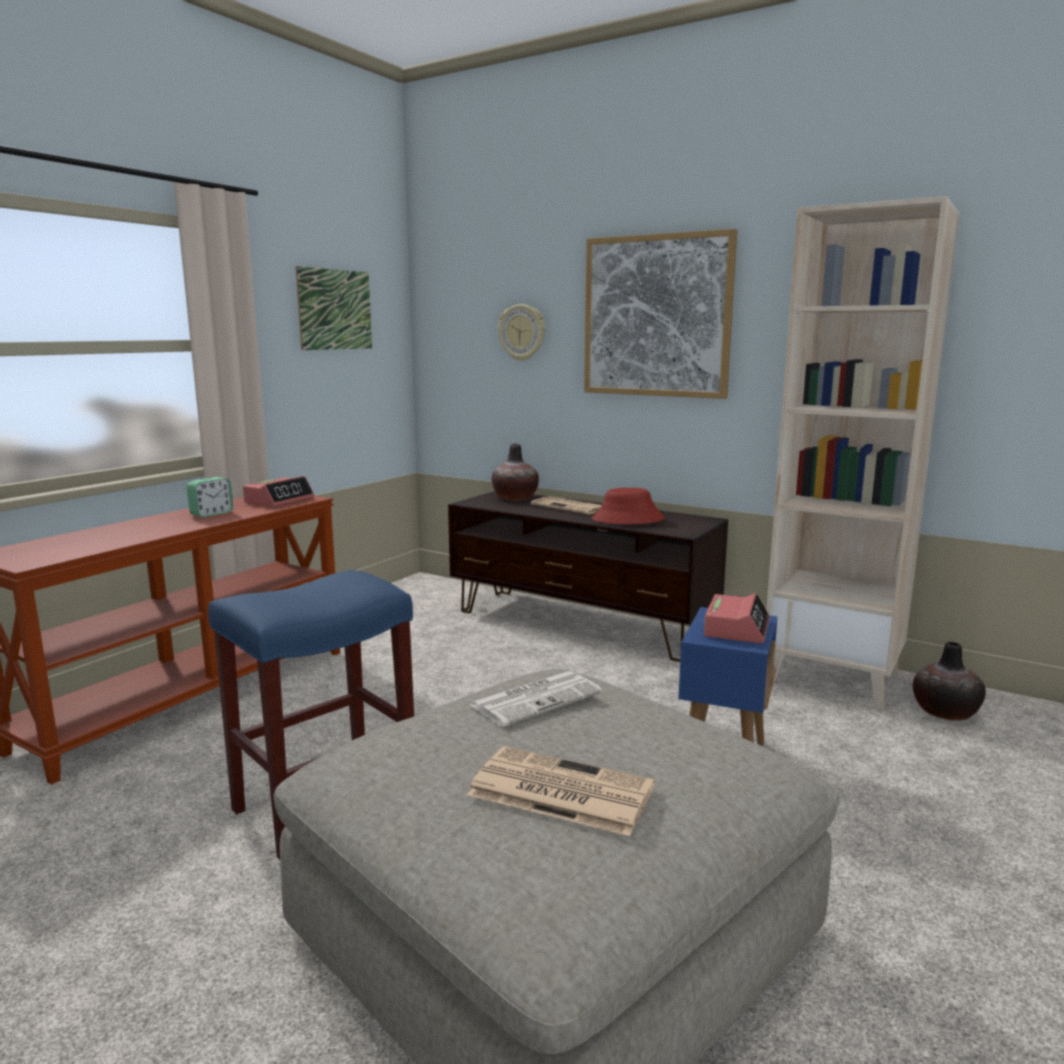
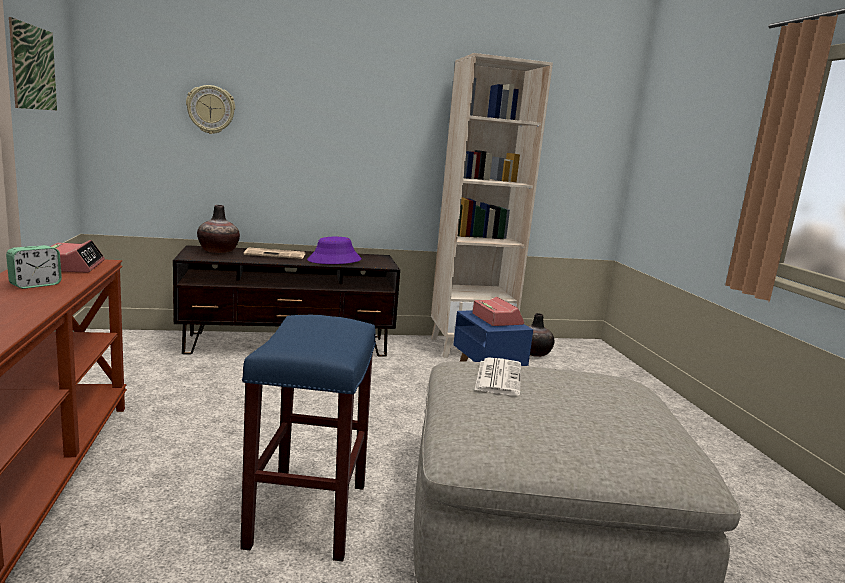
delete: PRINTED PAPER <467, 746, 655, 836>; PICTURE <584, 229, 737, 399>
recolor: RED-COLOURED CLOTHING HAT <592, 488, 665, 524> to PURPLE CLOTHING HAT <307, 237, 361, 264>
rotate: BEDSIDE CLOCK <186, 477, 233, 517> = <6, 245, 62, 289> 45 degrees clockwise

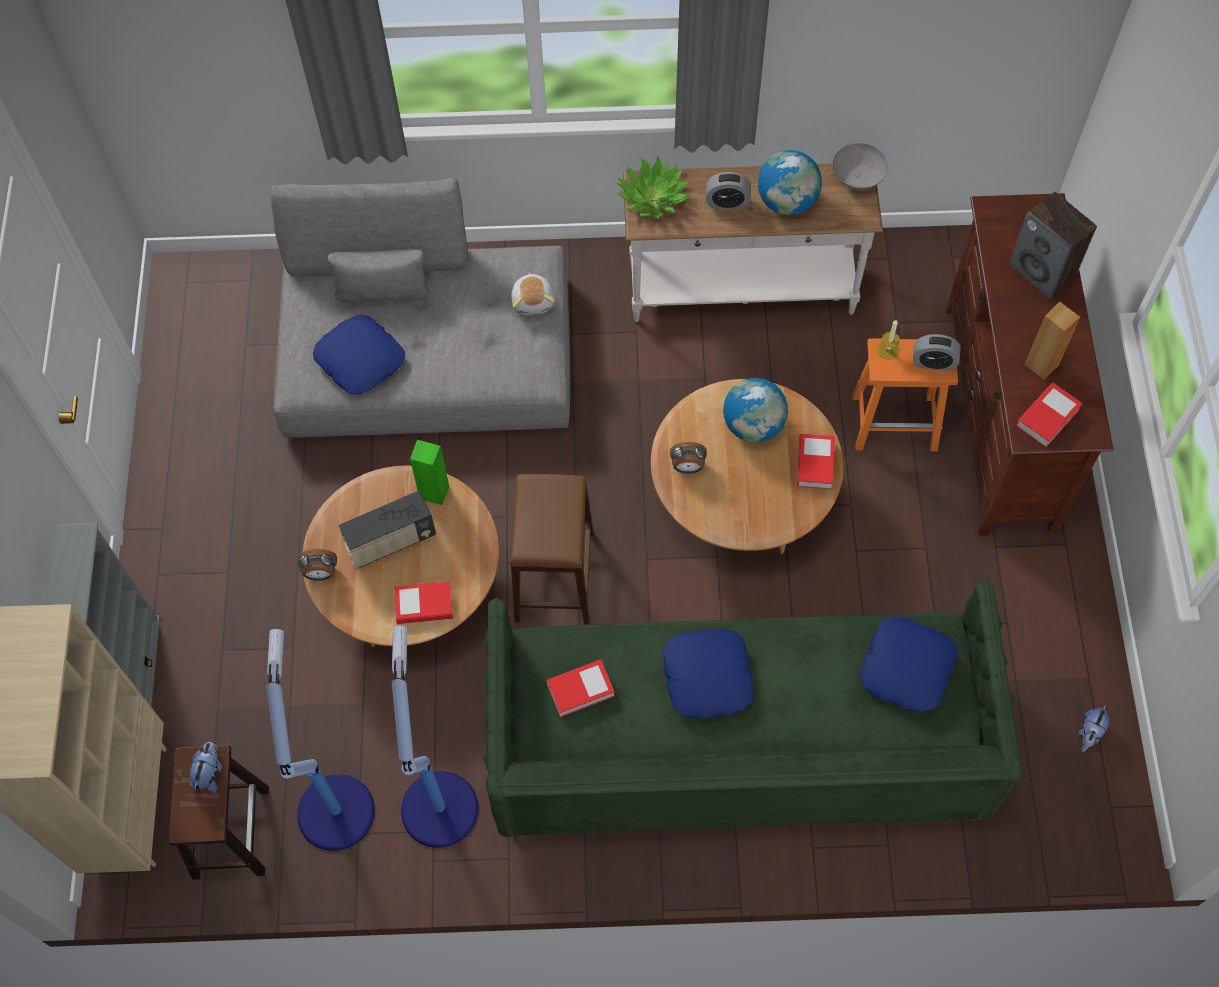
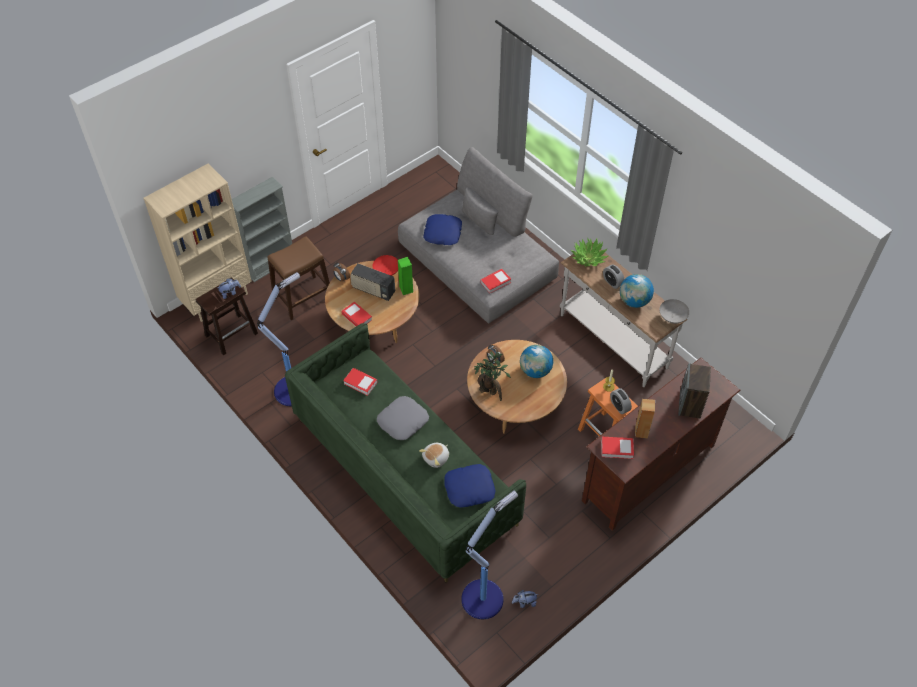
insert: RED-COLOURED BOWL <372, 255, 398, 276>; HOUSEPLANT <474, 351, 511, 401>
move: BROWN SITTING STOOL <510, 474, 594, 625> to <267, 236, 330, 320>; CUDDLY TOY <511, 273, 555, 315> to <419, 443, 449, 468>; FLOOR LAMP <266, 629, 375, 851> to <461, 491, 518, 619>; VOLUME <797, 434, 835, 489> to <480, 269, 511, 293>
recolor: BLUE-COLOURED THROW PILLOW <663, 628, 755, 719> to GREY THROW PILLOW <377, 396, 429, 440>

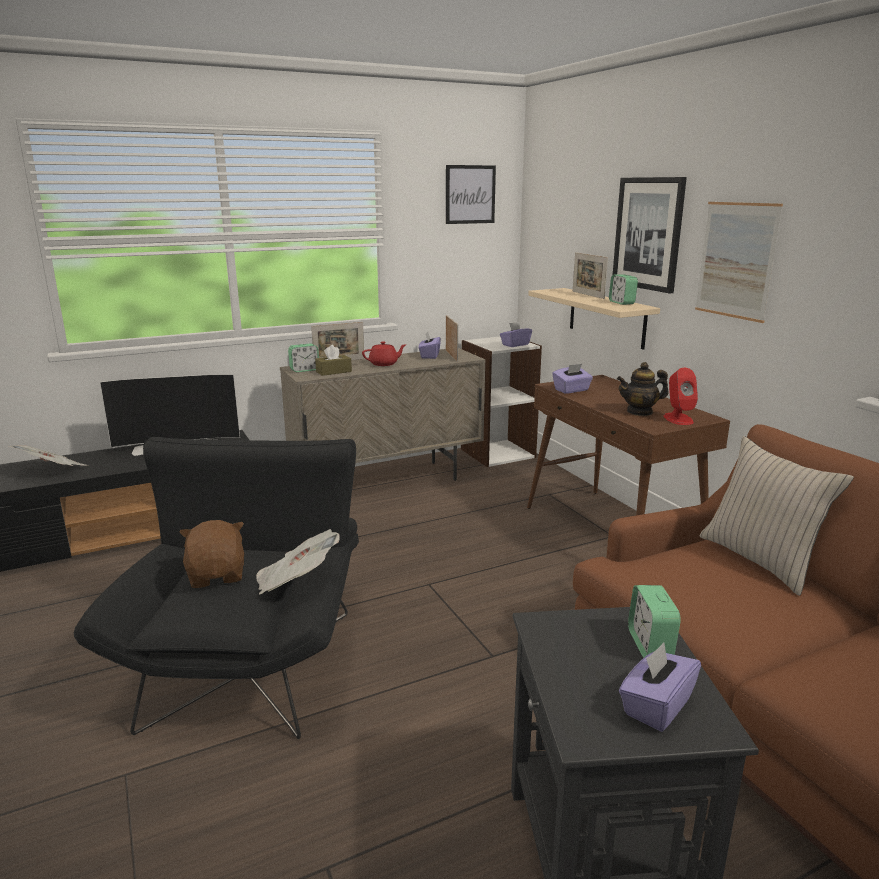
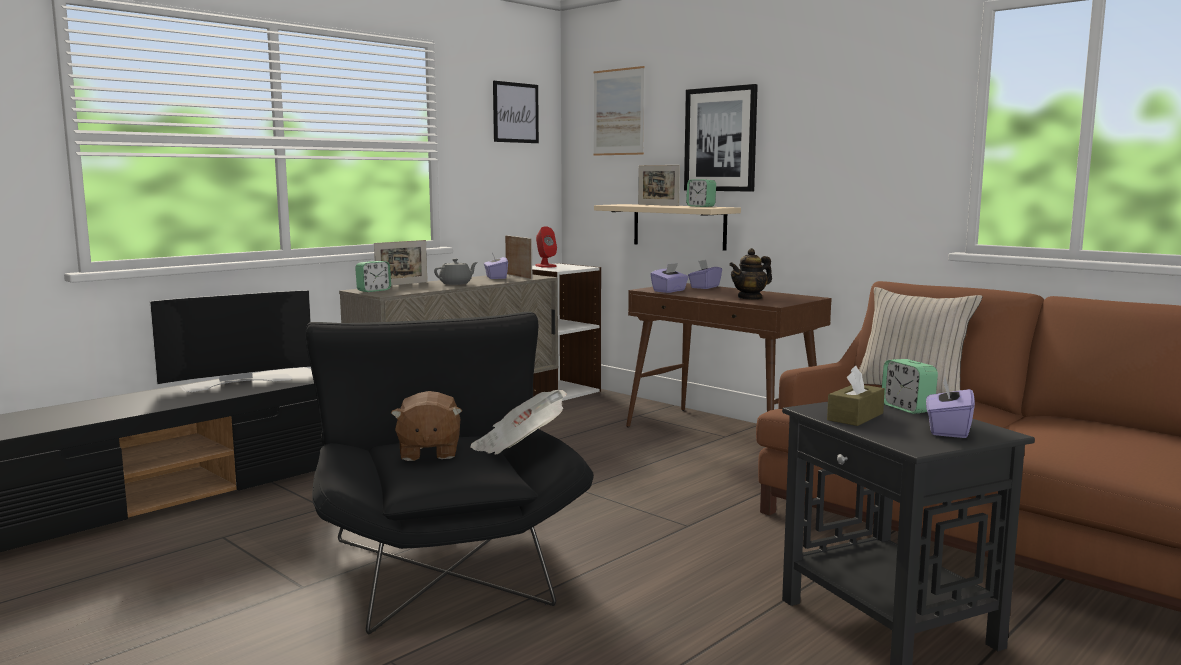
delete: PRINTED PAPER <9, 445, 87, 466>
move: RED-COLOURED AUDIO SPEAKER <664, 368, 698, 425> to <535, 226, 557, 268>; PICTURE <695, 202, 783, 323> to <593, 66, 645, 156>; PURPLE BOX OF TISSUES <500, 322, 532, 347> to <688, 260, 722, 289>; BROWN BOX OF TISSUES <315, 345, 352, 376> to <827, 366, 885, 426>
recolor: RED-COLOURED TEAPOT <362, 341, 407, 366> to GREY TEAPOT <434, 259, 478, 285>
rotate: BROWN CUDDLY TOY <180, 520, 244, 588> = <391, 391, 462, 461> 150 degrees counterclockwise

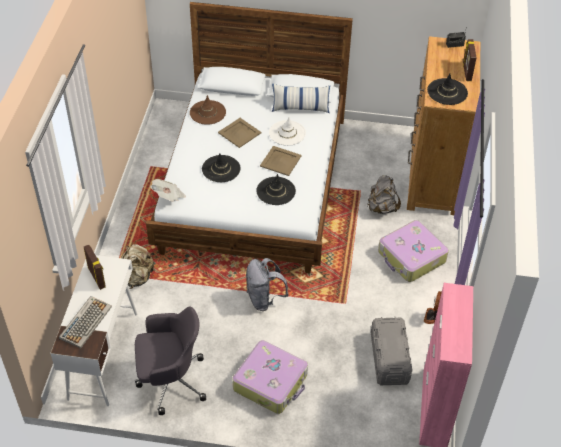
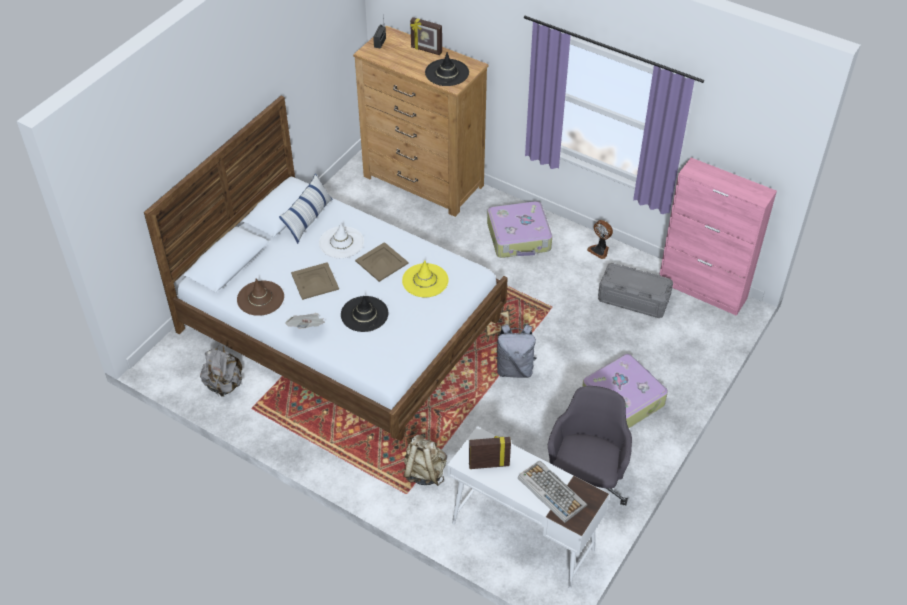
move: GREY KNAPSACK <367, 175, 401, 214> to <200, 345, 242, 397>; PRINTED PAPER <150, 179, 186, 202> to <285, 313, 325, 329>
recolor: BLACK-COLOURED CLOTHING HAT <256, 174, 296, 205> to YELLOWISH CLOTHING HAT <402, 260, 449, 297>

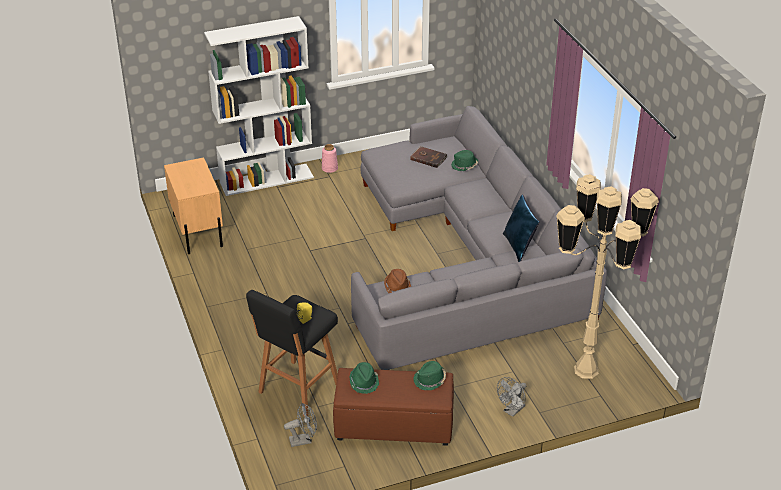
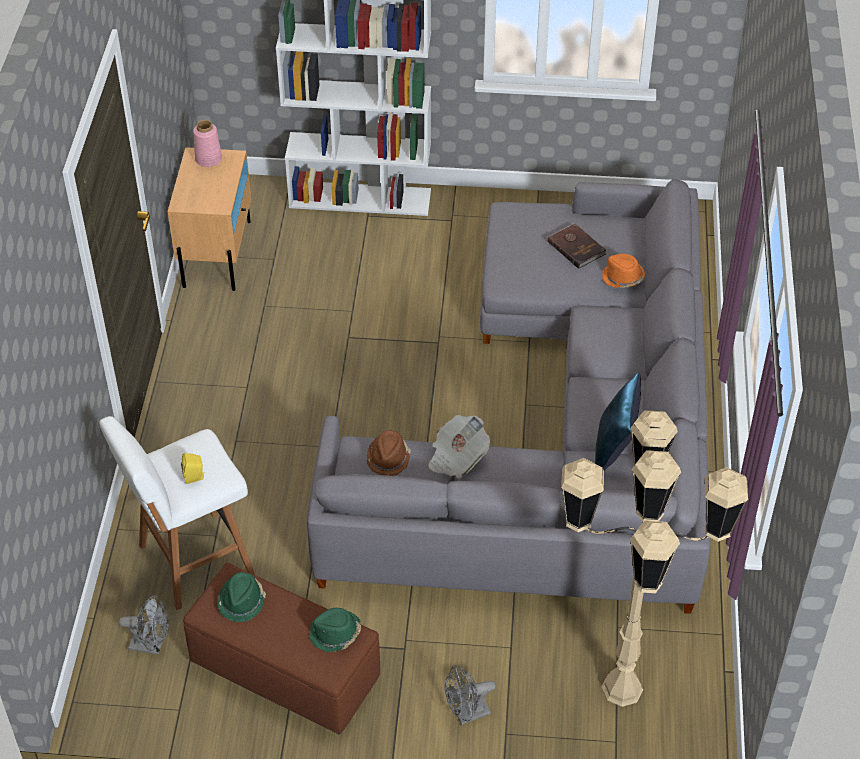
insert: PRINTED PAPER <428, 415, 490, 479>
move: PINK-COLOURED DECORATIVE VASE <322, 144, 338, 173> to <193, 120, 222, 167>
recolor: BLACK-COLOURED SITTING STOOL <246, 290, 338, 417> to WHITE SITTING STOOL <99, 416, 255, 610>; GREENISH CLOTHING HAT <451, 150, 478, 171> to ORANGE-COLOURED CLOTHING HAT <602, 254, 646, 288>

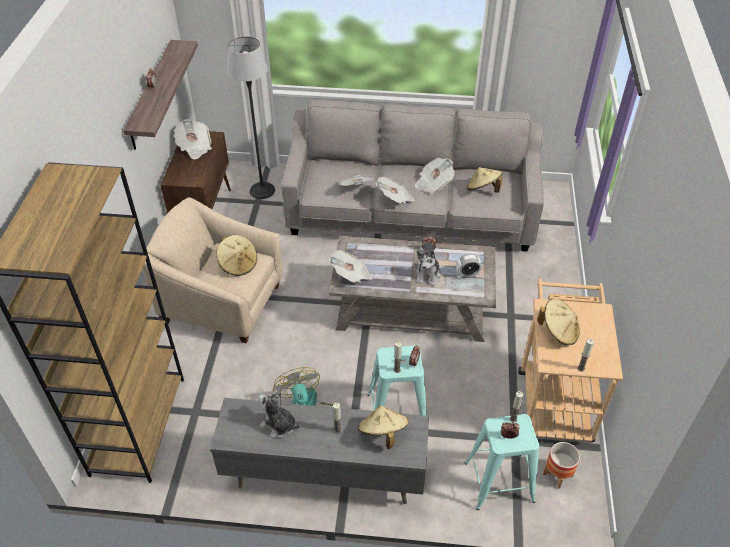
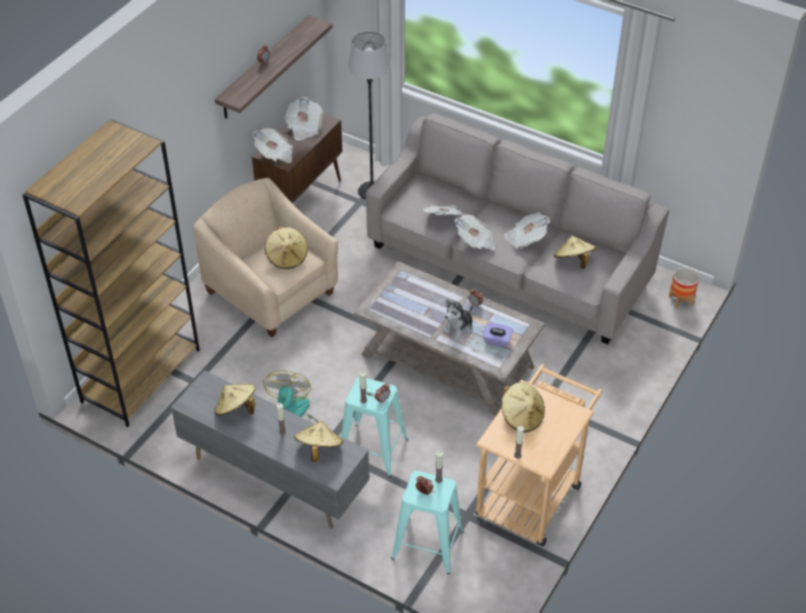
move: PRINTED PAPER <328, 250, 373, 282> to <253, 128, 293, 163>; FLOWER POT <543, 442, 580, 489> to <669, 267, 699, 309>
replace: CUDDLY TOY <258, 388, 300, 438> to SAND-COLOURED CLOTHING HAT <214, 384, 255, 416>; BEDSIDE CLOCK <456, 254, 482, 279> to PURPLE BOX OF TISSUES <483, 323, 513, 347>

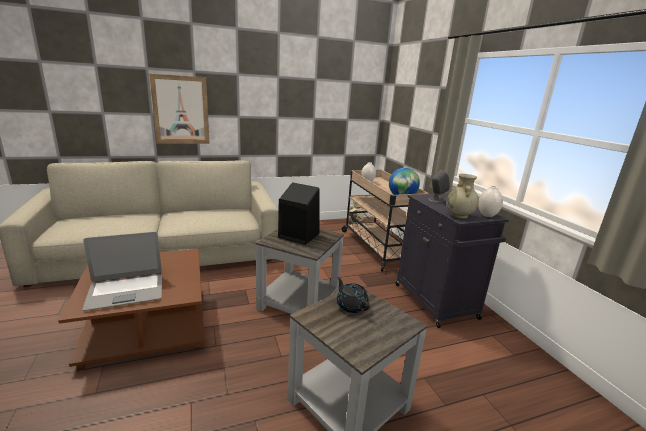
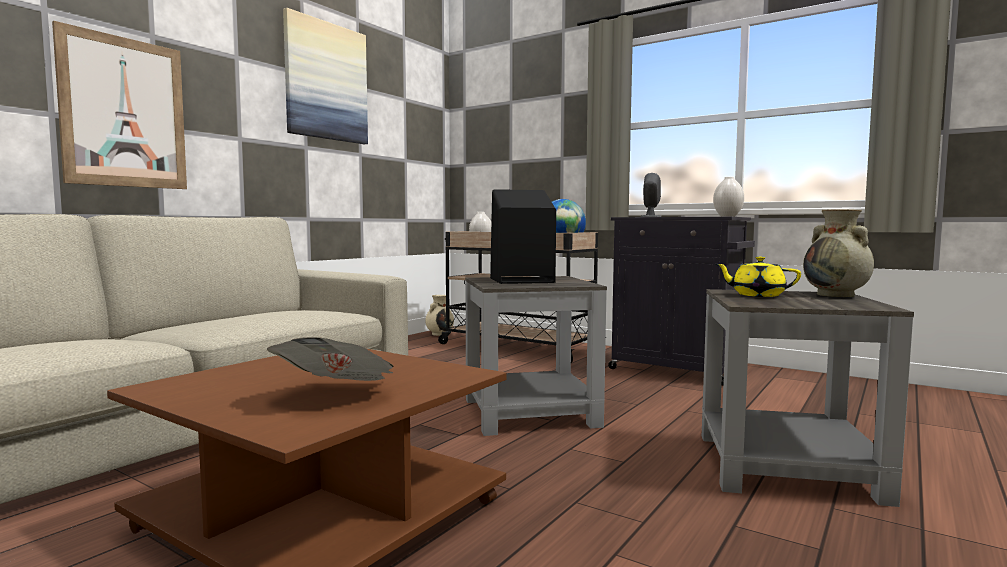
insert: PICTURE <283, 8, 368, 144>
move: SAND-COLOURED DECORATIVE VASE <446, 174, 479, 219> to <803, 209, 874, 297>
replace: PORTABLE COMPUTER <83, 232, 162, 311> to PRINTED PAPER <267, 337, 393, 381>
recolor: BLACK-COLOURED TEAPOT <337, 277, 370, 313> to YELLOWISH TEAPOT <716, 256, 801, 297>

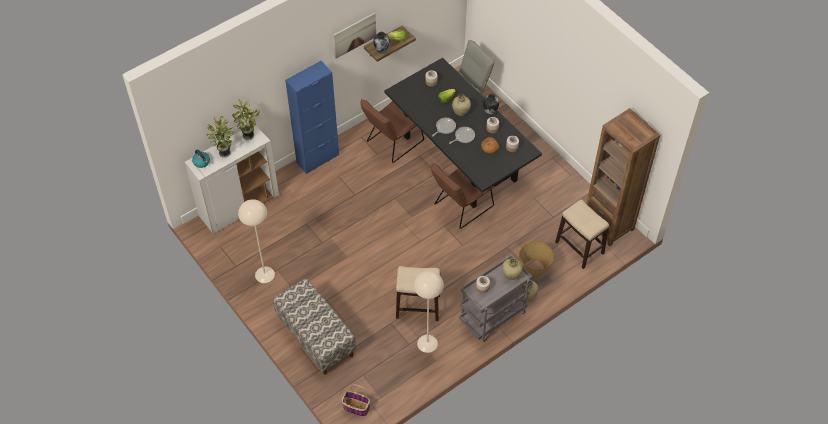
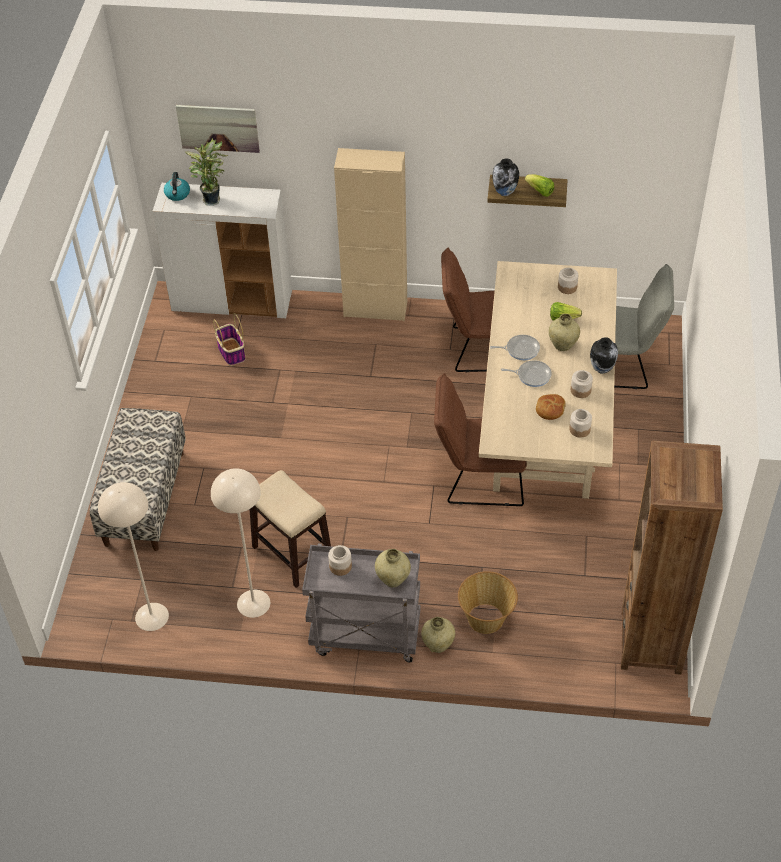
delete: HOUSEPLANT <232, 100, 260, 140>; SITTING STOOL <555, 200, 609, 269>
move: SAND-COLOURED FLOOR LAMP <238, 199, 275, 283> to <98, 482, 169, 631>; PICTURE <333, 12, 376, 59> to <176, 105, 260, 153>; STORAGE BASKET <342, 384, 370, 417> to <213, 313, 246, 366>
recolor: BLUE-COLOURED CUPBOARD <285, 61, 339, 174> to SAND-COLOURED CUPBOARD <334, 148, 407, 321>; BLACK-COLOURED DINING TABLE <384, 58, 542, 209> to SAND-COLOURED DINING TABLE <479, 261, 617, 499>

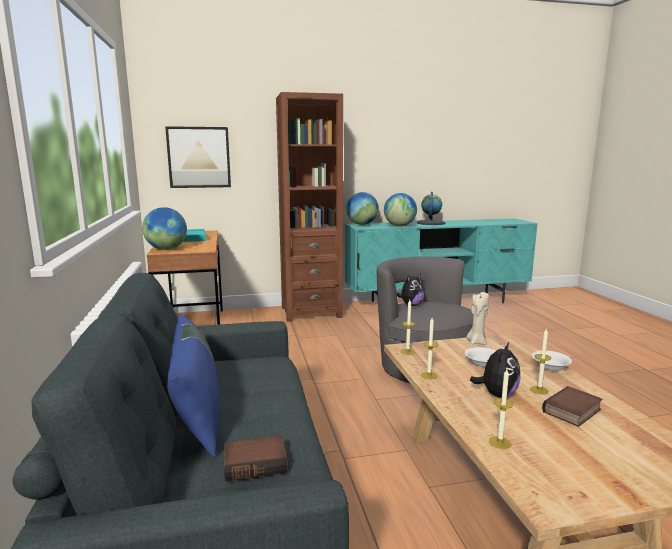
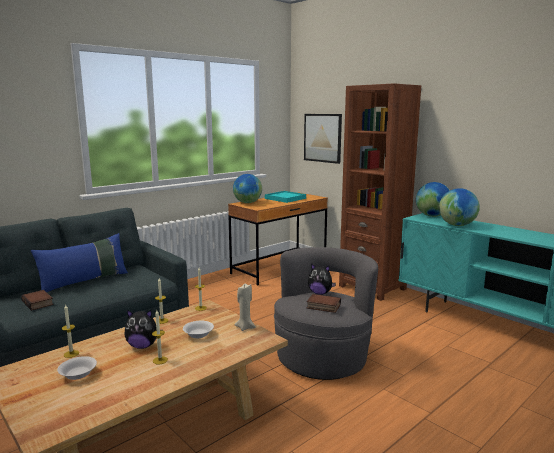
delete: GLOBE <417, 192, 445, 225>
move: WHITE BOWL <532, 350, 572, 371> to <57, 356, 97, 380>; VOLUME <542, 386, 603, 427> to <307, 294, 341, 313>

